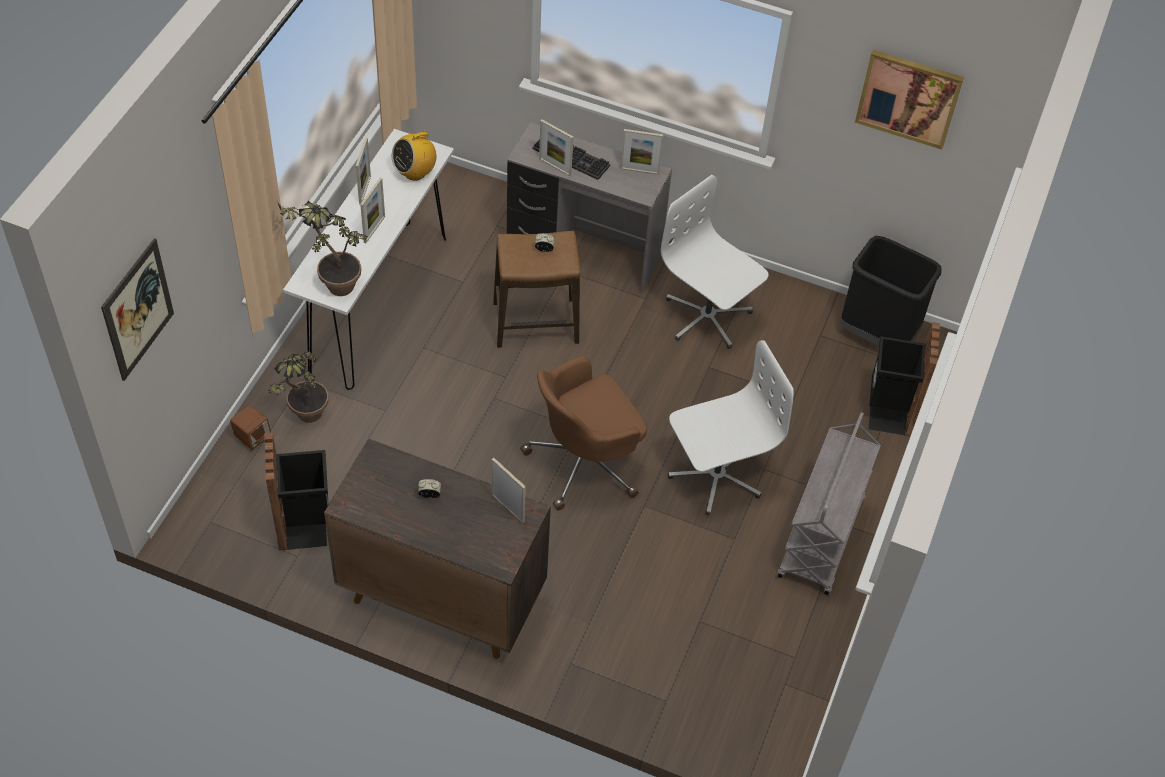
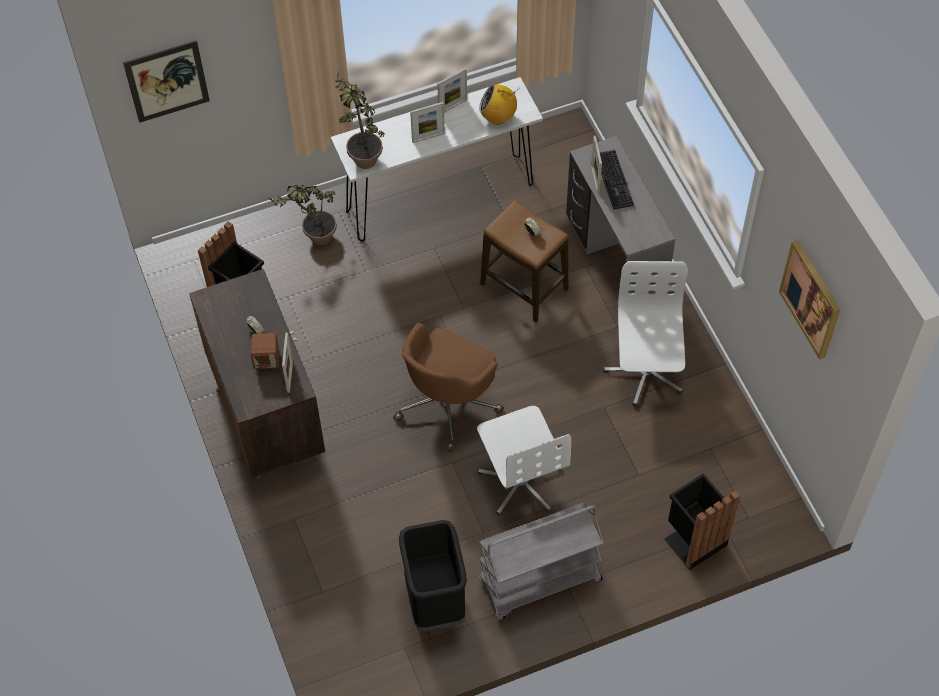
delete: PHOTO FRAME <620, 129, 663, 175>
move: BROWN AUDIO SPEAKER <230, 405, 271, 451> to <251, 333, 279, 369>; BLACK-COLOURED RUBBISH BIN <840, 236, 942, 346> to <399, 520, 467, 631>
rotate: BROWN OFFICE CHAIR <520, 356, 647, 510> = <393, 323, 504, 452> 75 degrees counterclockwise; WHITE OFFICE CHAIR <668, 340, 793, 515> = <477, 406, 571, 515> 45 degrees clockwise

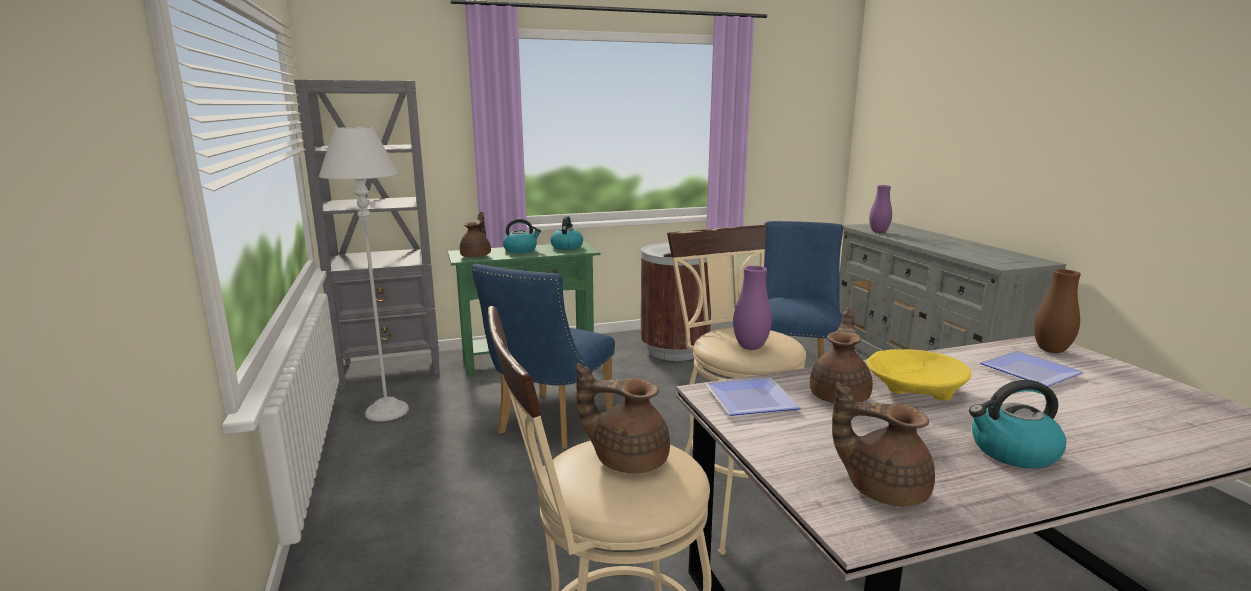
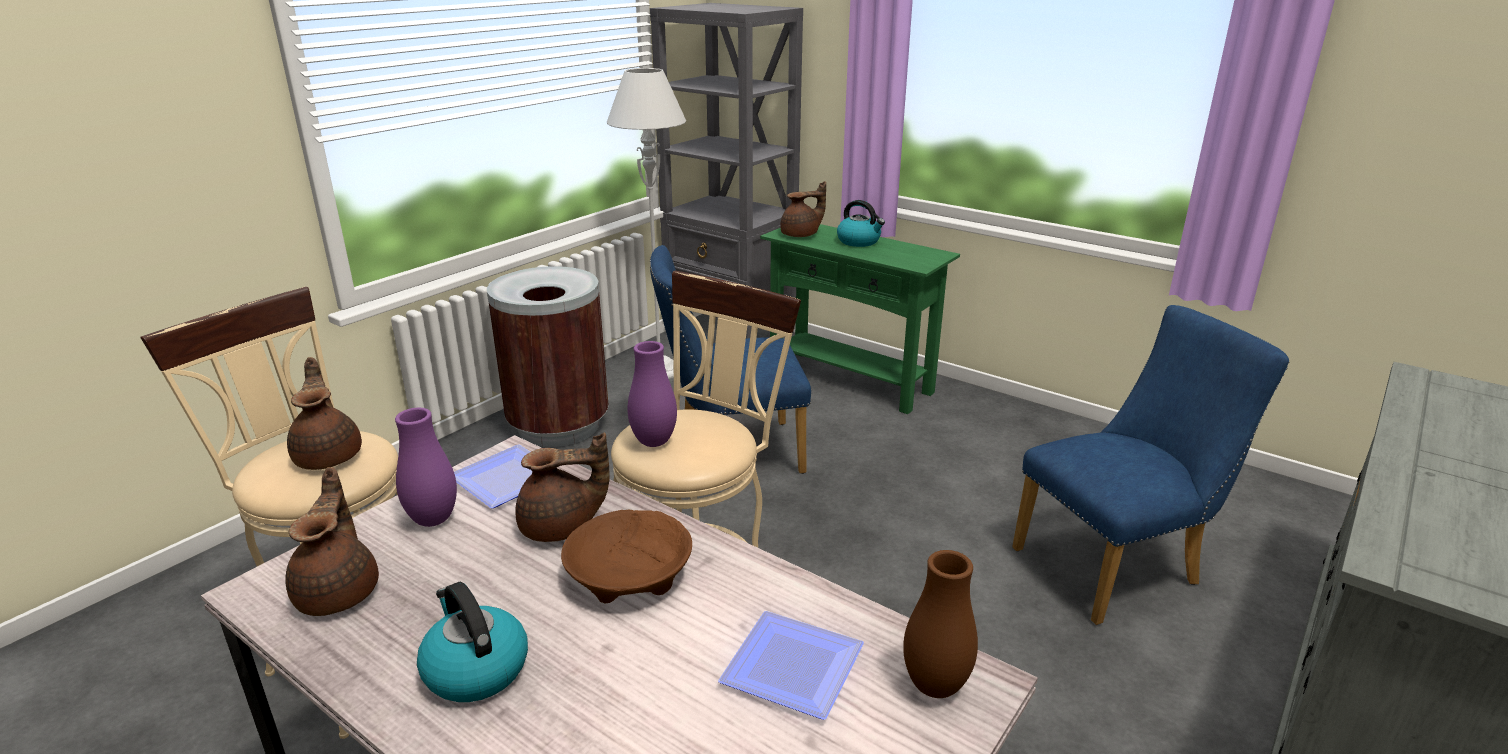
delete: TEA KETTLE <550, 216, 583, 250>
move: PURPLE DECORATIVE VASE <869, 185, 892, 233> to <395, 408, 457, 527>; BROWN RUBBISH BIN <641, 243, 711, 361> to <487, 266, 609, 447>
recolor: YELLOWISH BOWL <867, 349, 971, 401> to BROWN BOWL <561, 510, 692, 603>

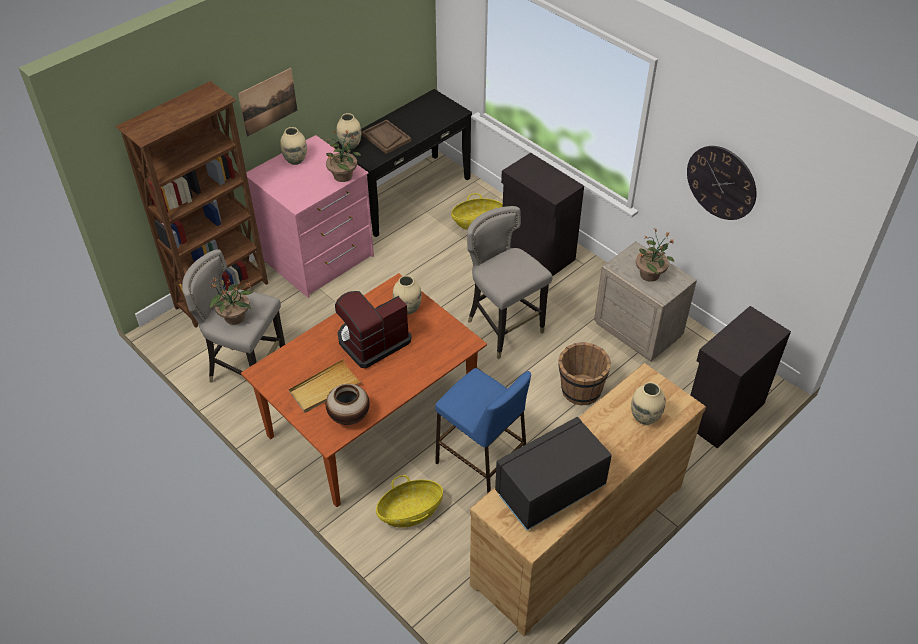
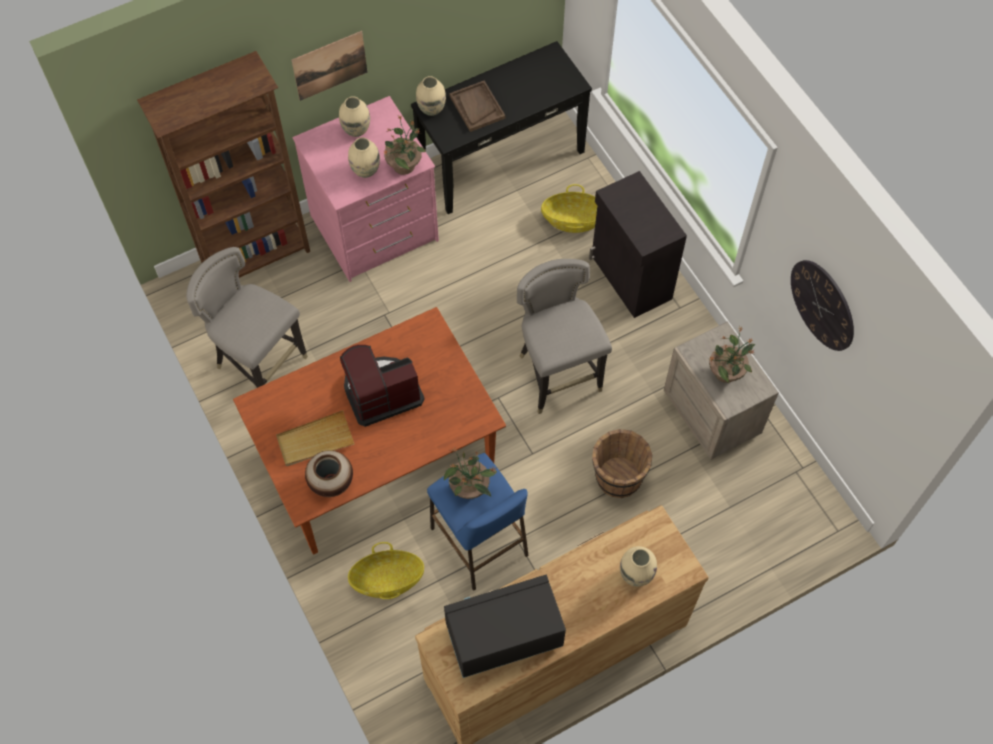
delete: BLACK-COLOURED CUPBOARD <690, 306, 791, 449>
move: SAND-COLOURED DECORATIVE VASE <393, 275, 422, 315> to <348, 137, 380, 178>; HOUSEPLANT <210, 274, 253, 325> to <444, 447, 497, 499>

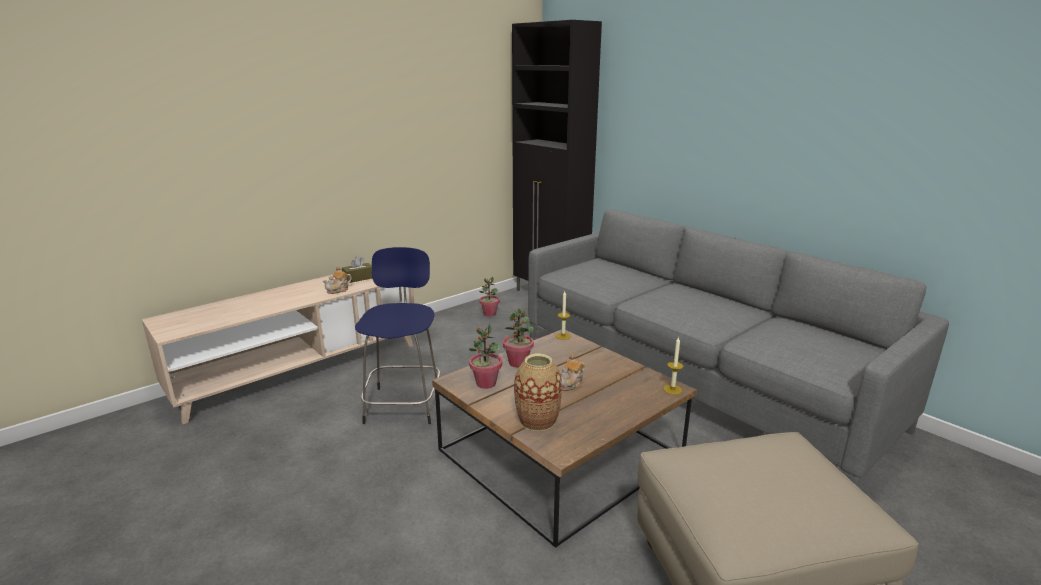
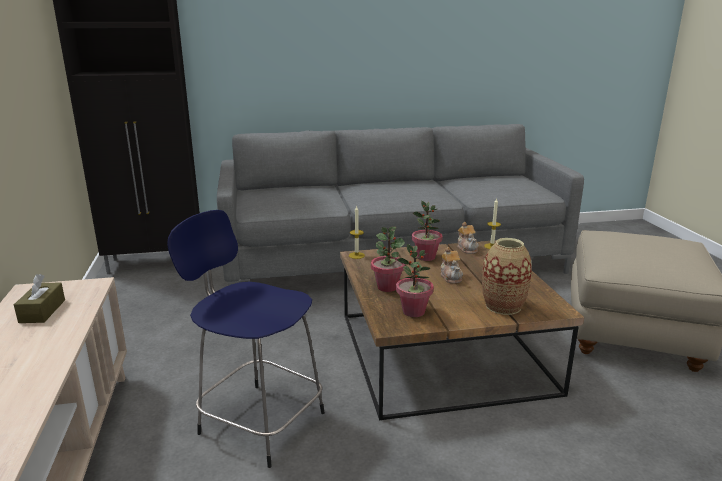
move: HOUSEPLANT <479, 276, 500, 317> to <412, 201, 442, 261>; TEAPOT <323, 266, 352, 294> to <457, 222, 479, 254>

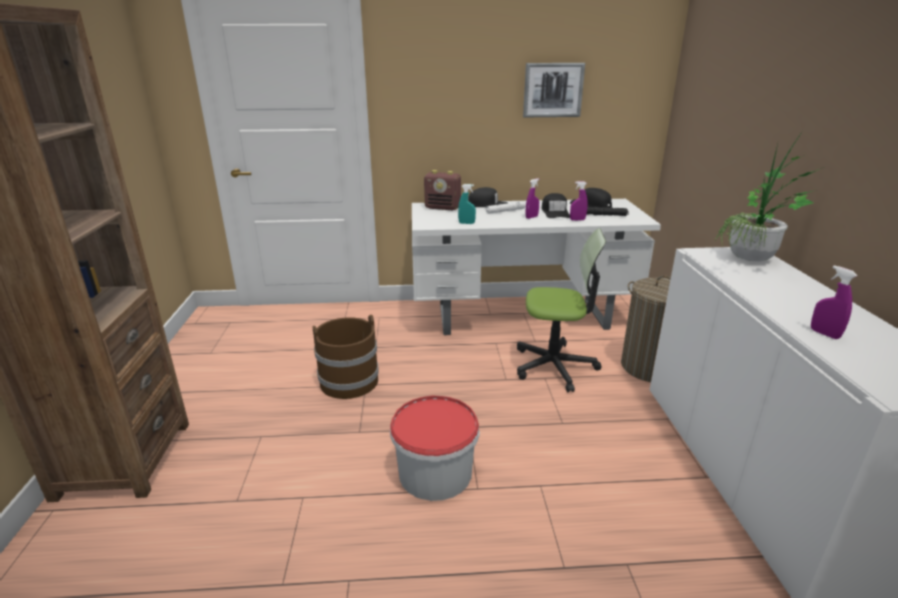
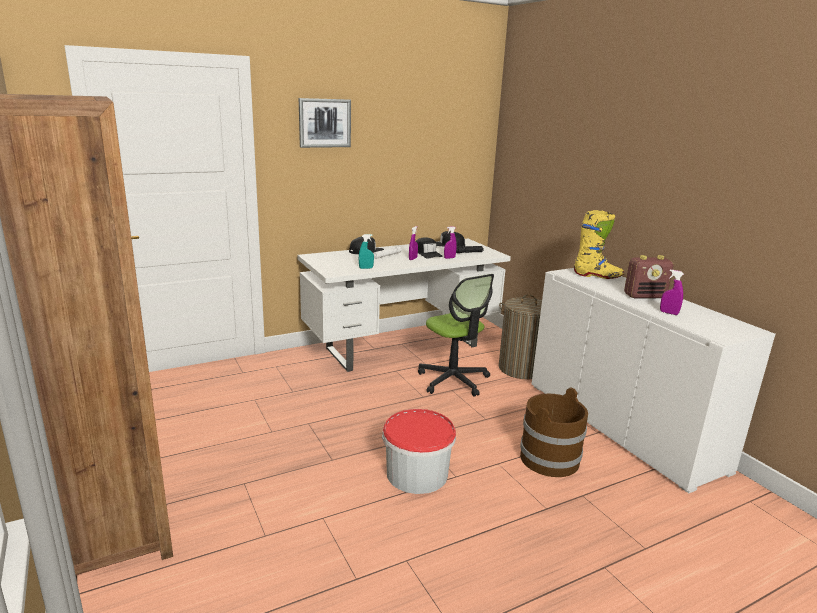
move: PICTURE <523, 63, 585, 117> to <299, 98, 351, 148>; BROWN WATER BUCKET <312, 315, 379, 399> to <520, 387, 588, 477>; RADIO RECEIVER <424, 170, 461, 210> to <624, 255, 673, 299>
replace: HOUSEPLANT <715, 132, 824, 261> to YELLOWISH HIGH-TOP BOOT <574, 210, 624, 279>
rotate: OFFICE CHAIR <517, 228, 606, 392> = <418, 274, 494, 397> 75 degrees clockwise

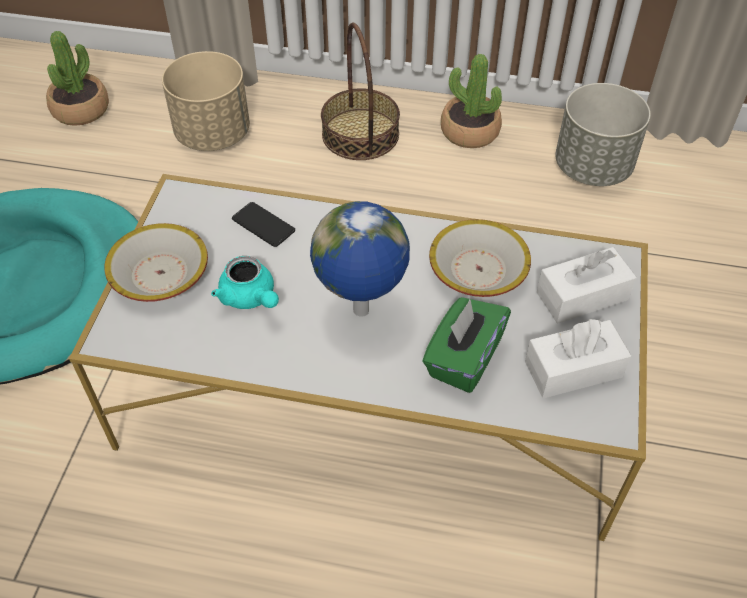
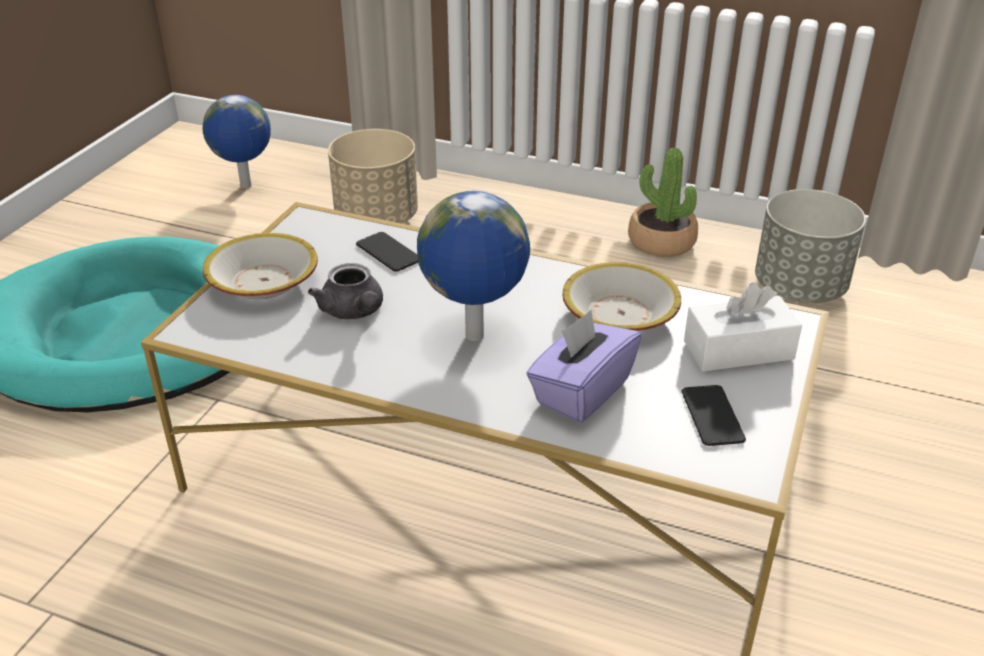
delete: STORAGE BASKET <321, 23, 400, 160>
replace: HOUSEPLANT <46, 31, 109, 126> to GLOBE <202, 95, 271, 188>; WHITE BOX OF TISSUES <525, 318, 631, 398> to HANDSET <681, 385, 746, 446>
recolor: TURQUOISE TEAPOT <211, 256, 279, 309> to GREY TEAPOT <308, 263, 383, 320>; GREENISH BOX OF TISSUES <422, 297, 511, 393> to PURPLE BOX OF TISSUES <526, 310, 641, 423>

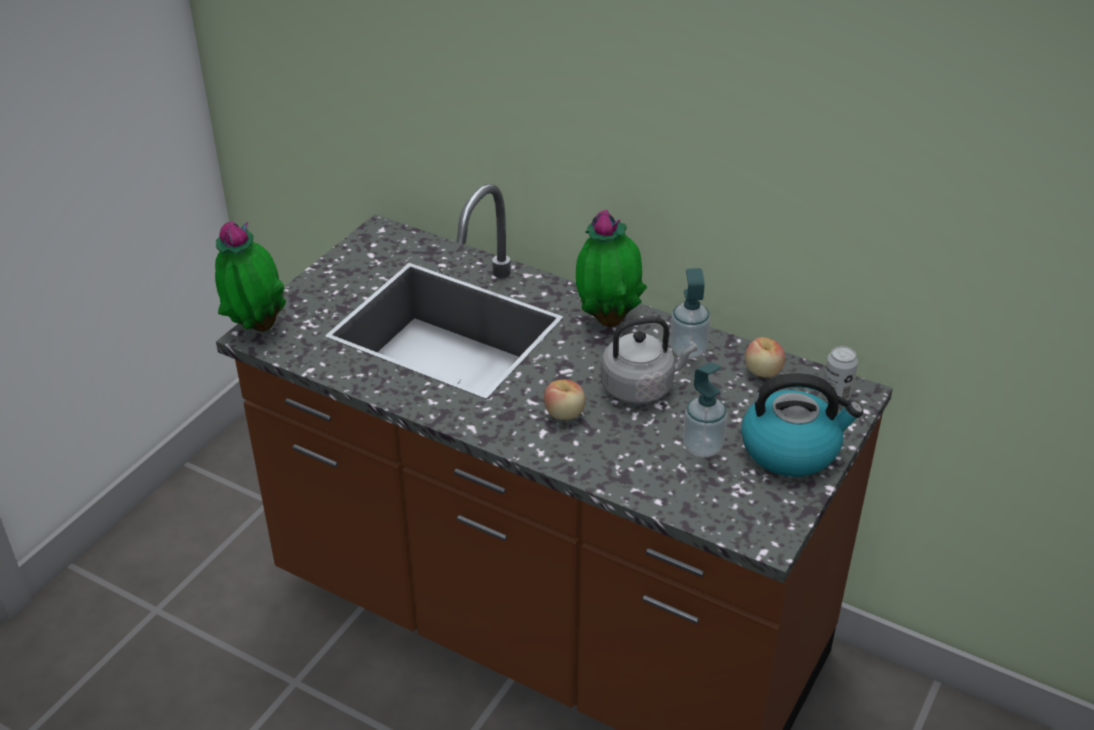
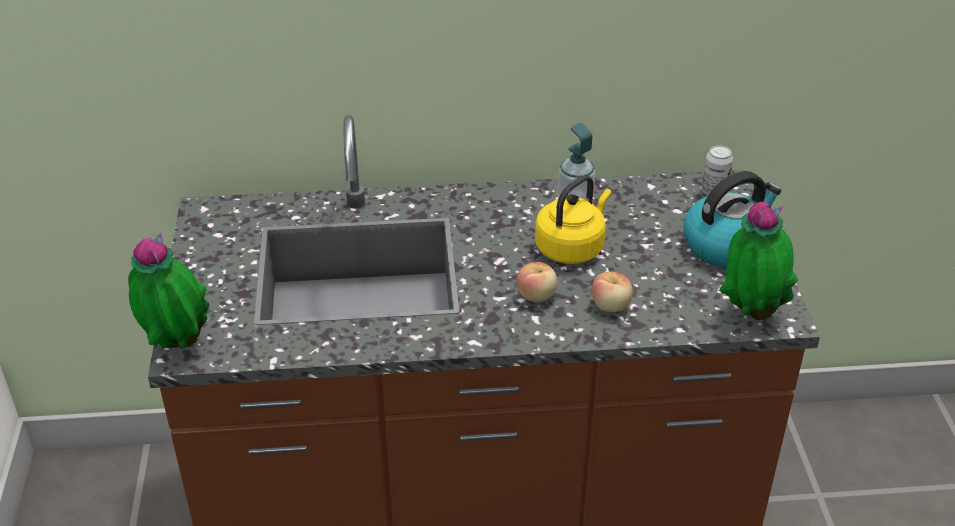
delete: SOAP DISPENSER <683, 363, 727, 457>
move: APPLE <745, 337, 785, 378> to <592, 272, 633, 312>; HOUSEPLANT <575, 210, 647, 327> to <719, 202, 798, 320>
recolor: GREY TEA KETTLE <601, 317, 697, 404> to YELLOWISH TEA KETTLE <535, 175, 612, 264>

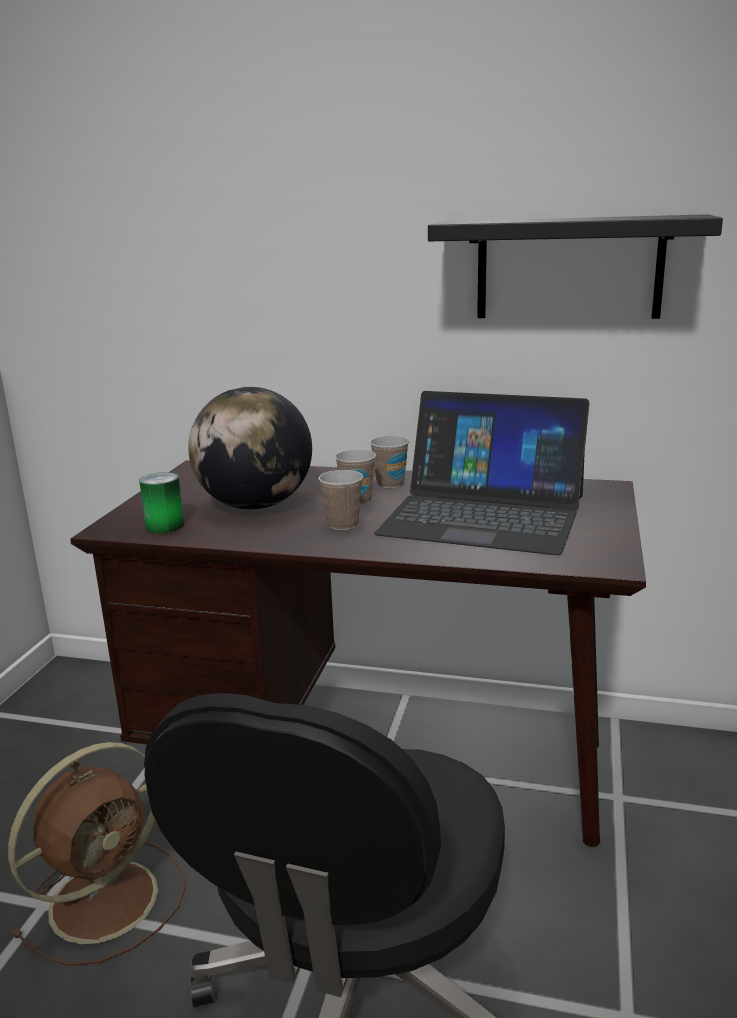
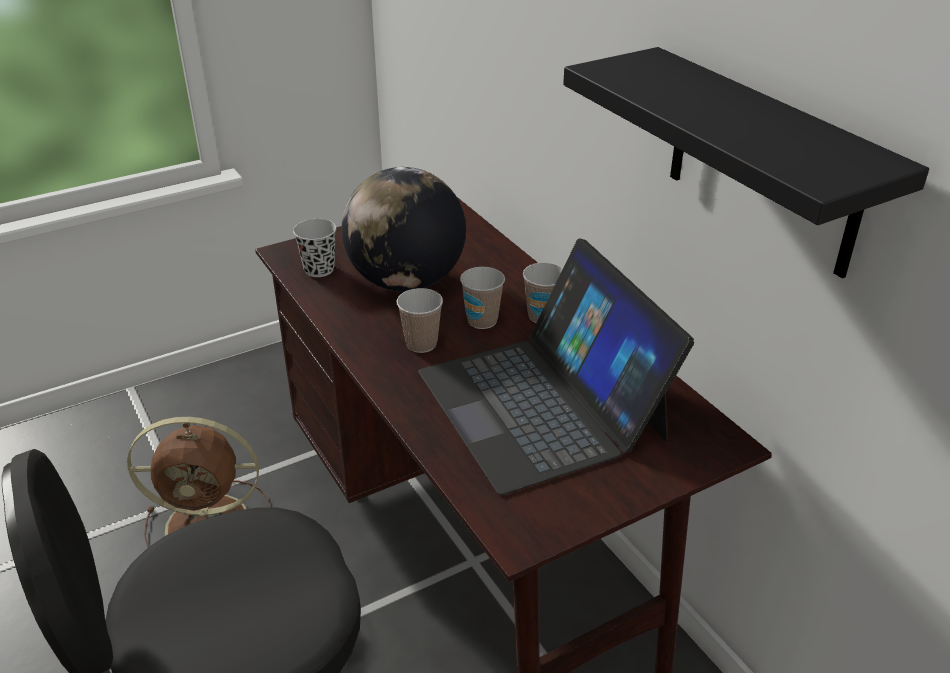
replace: CAN <139, 472, 184, 533> to BLACK-COLOURED CUP <293, 219, 336, 277>

